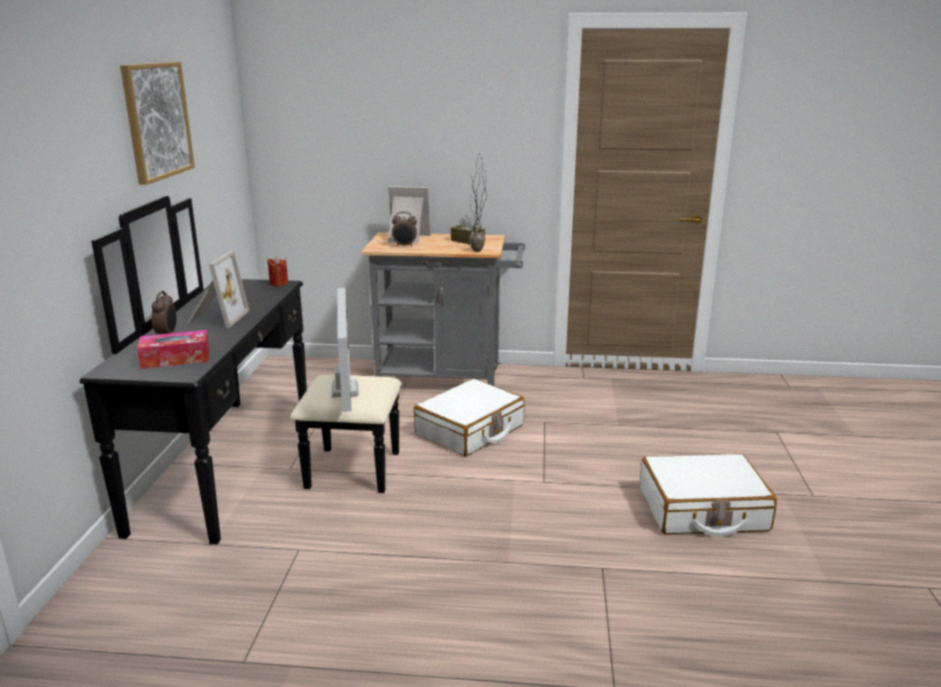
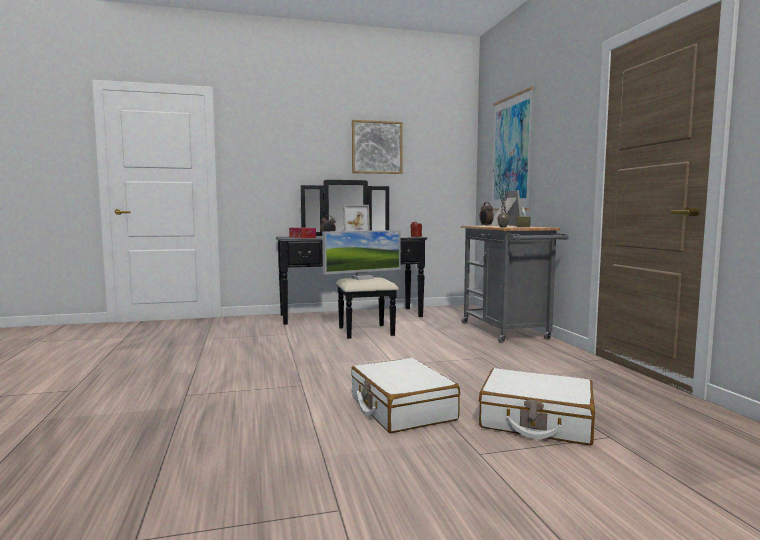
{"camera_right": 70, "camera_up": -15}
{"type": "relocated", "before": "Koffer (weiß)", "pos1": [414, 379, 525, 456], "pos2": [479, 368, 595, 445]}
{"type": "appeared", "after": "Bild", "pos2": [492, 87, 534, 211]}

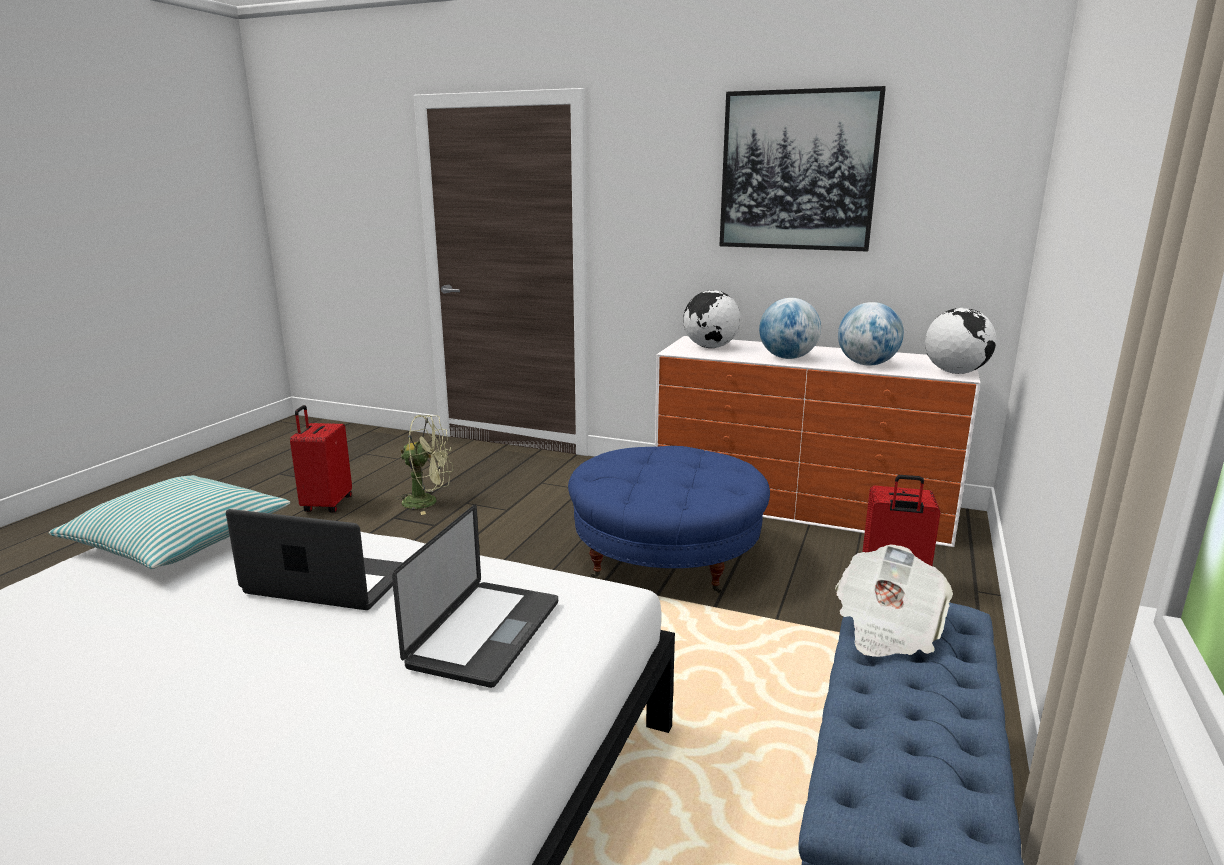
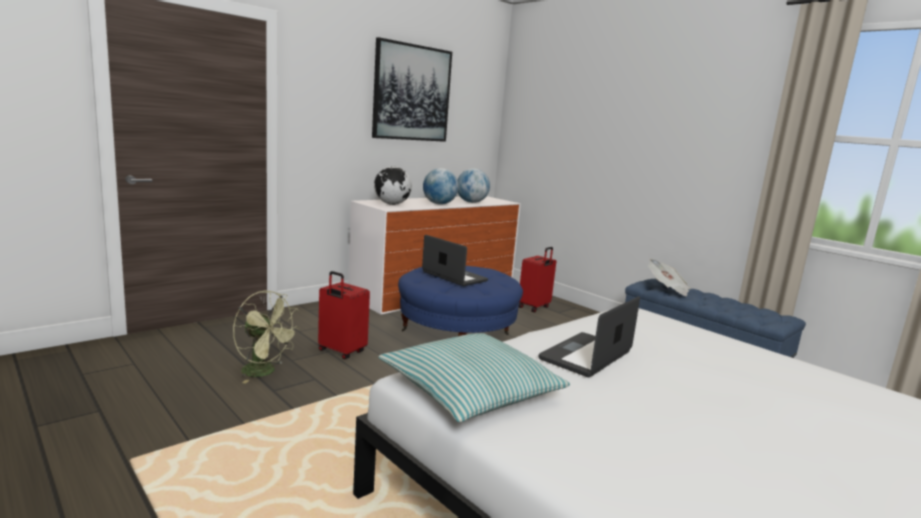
{"camera_right": -65, "camera_up": -5}
{"type": "missing", "before": "Globus", "pos1": [925, 308, 996, 374]}
{"type": "relocated", "before": "Koffer (rot)", "pos1": [290, 405, 352, 513], "pos2": [318, 271, 370, 359]}
{"type": "spun", "before": "Ventilator (grün)", "pos1": [395, 415, 453, 515], "pos2": [233, 291, 301, 383], "turn": 90}
{"type": "relocated", "before": "Laptop", "pos1": [392, 505, 558, 688], "pos2": [422, 235, 488, 286]}

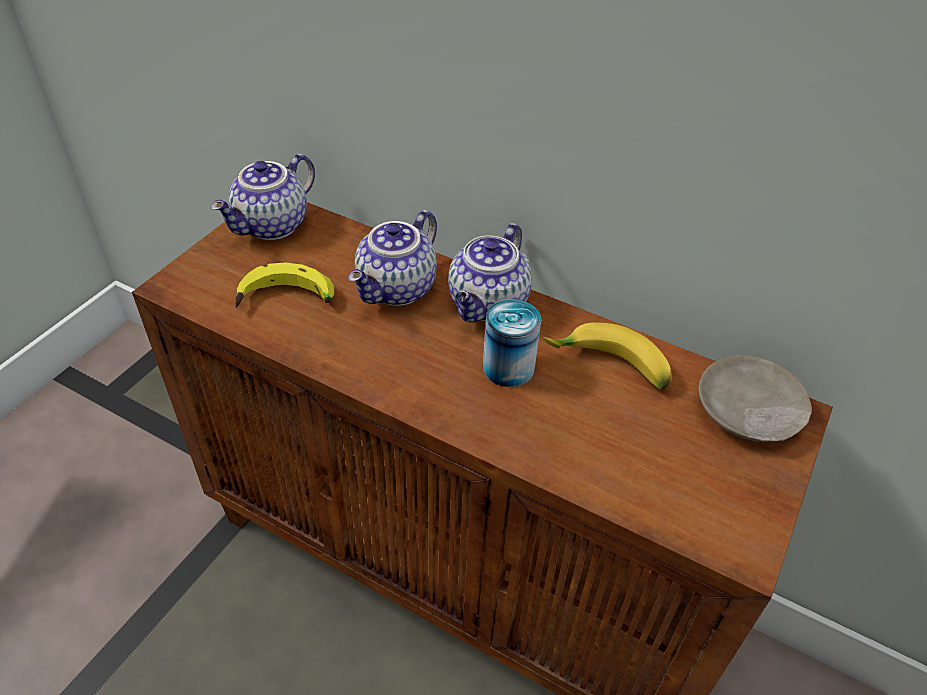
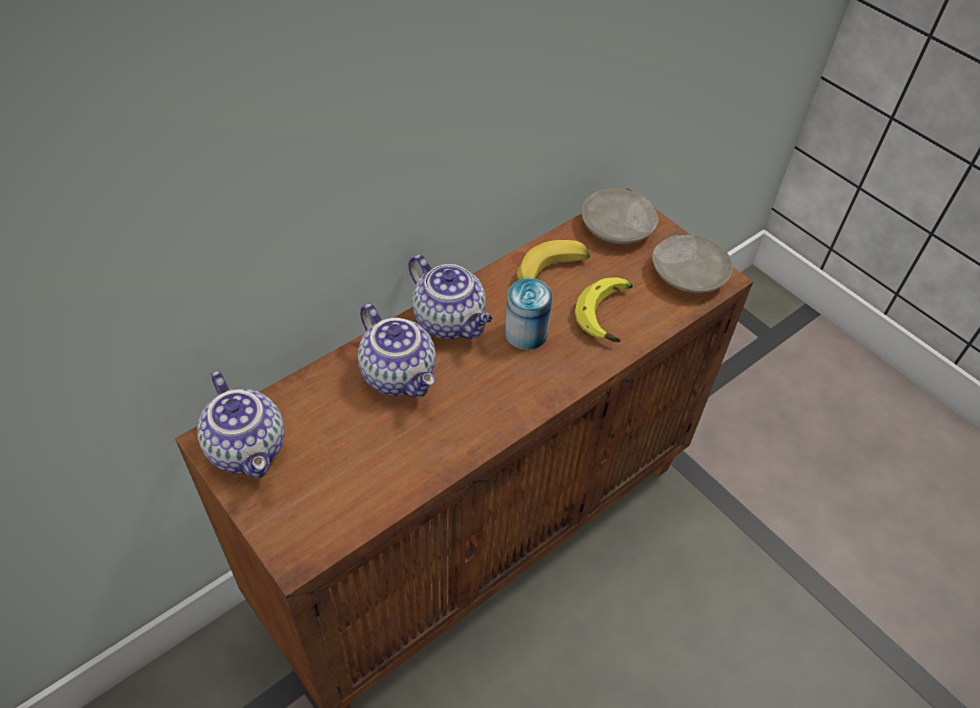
{"camera_right": -70, "camera_up": 5}
{"type": "relocated", "before": "Banane", "pos1": [235, 263, 334, 308], "pos2": [575, 277, 633, 342]}
{"type": "appeared", "after": "Teller (beige)", "pos2": [652, 235, 733, 293]}

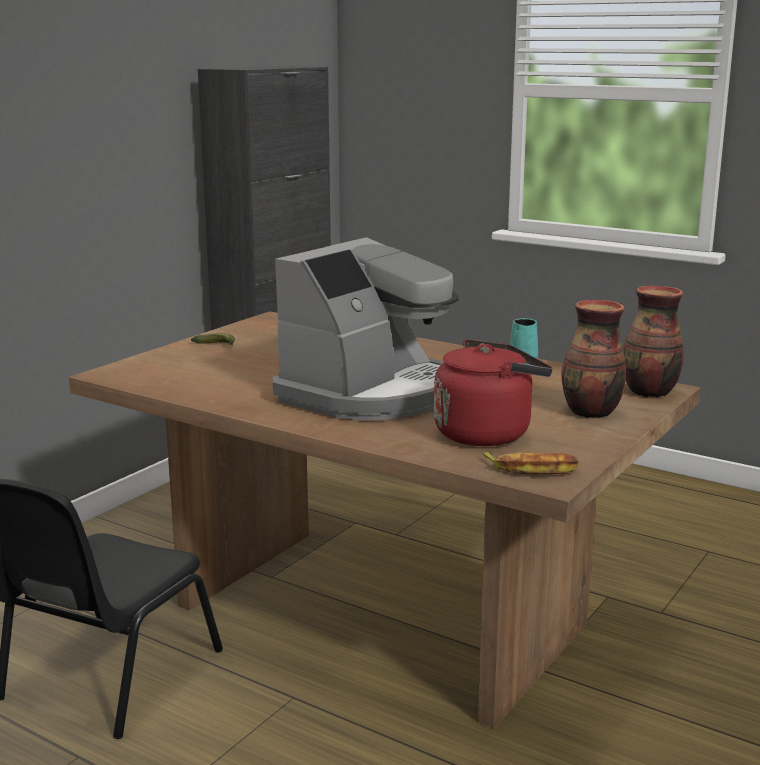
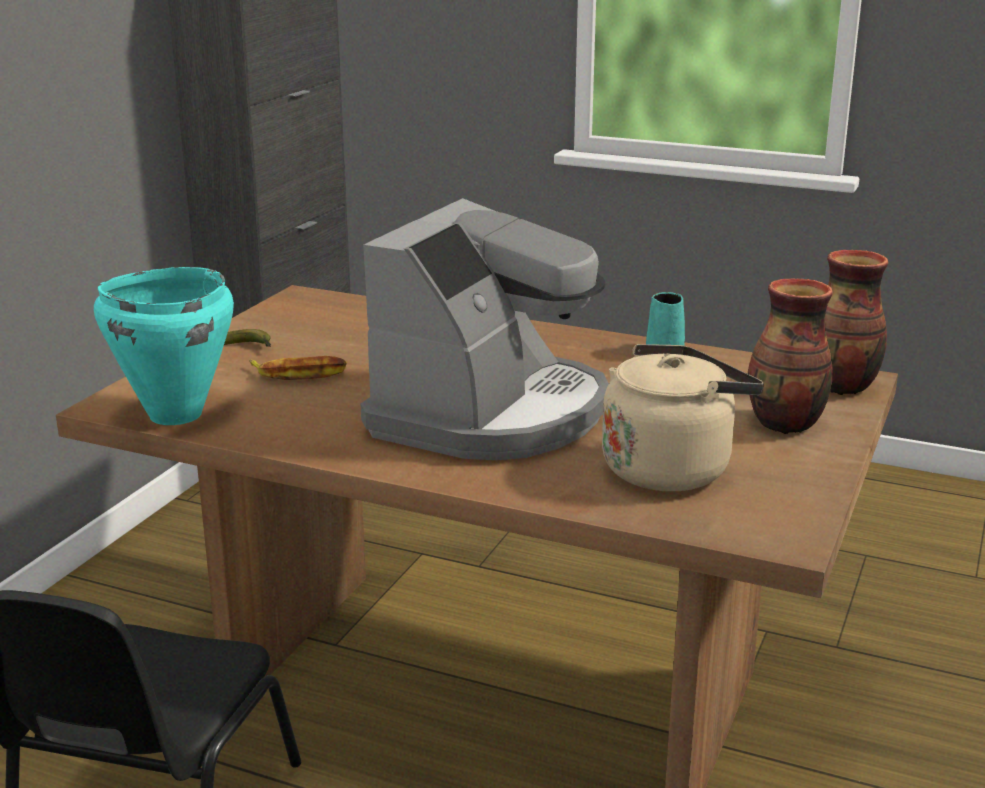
{"camera_right": -10, "camera_up": 5}
{"type": "colour", "before": "Wasserkessel (rot)", "after": "Wasserkessel (beige)", "pos1": [434, 339, 552, 446], "pos2": [602, 344, 764, 491]}
{"type": "relocated", "before": "Banane", "pos1": [482, 451, 579, 475], "pos2": [249, 356, 347, 380]}
{"type": "appeared", "after": "Kochtopf (türkis)", "pos2": [94, 267, 234, 425]}

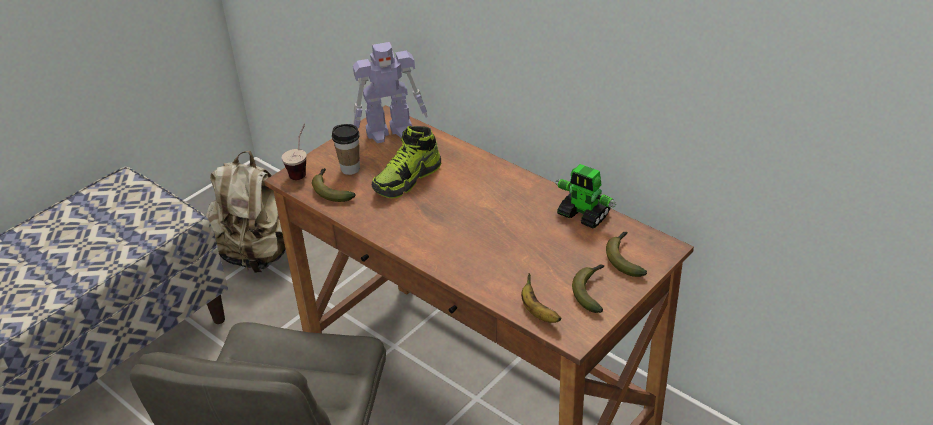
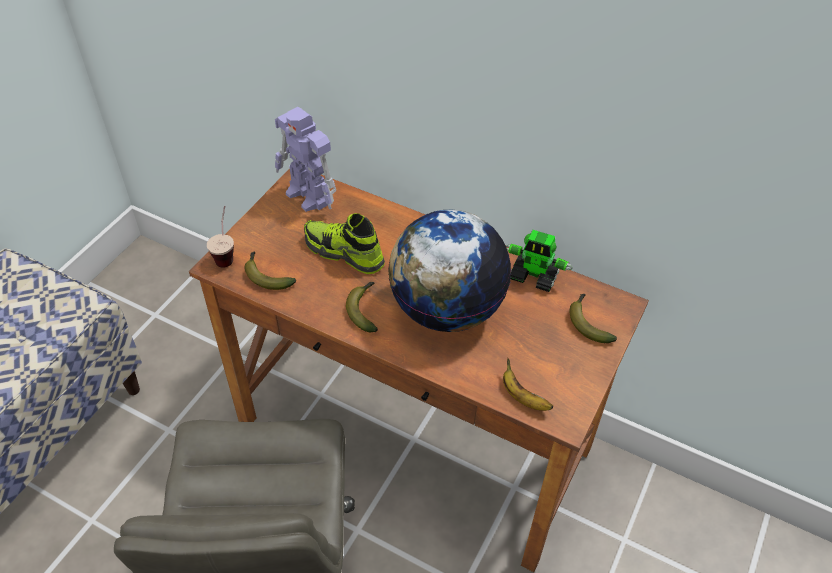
{"camera_right": -15, "camera_up": 10}
{"type": "spun", "before": "Spielzeugroboter", "pos1": [353, 42, 428, 143], "pos2": [275, 107, 336, 212], "turn": 75}
{"type": "missing", "before": "Tasse", "pos1": [332, 124, 360, 175]}
{"type": "spun", "before": "Schuh", "pos1": [372, 126, 441, 199], "pos2": [304, 213, 385, 274], "turn": 90}
{"type": "missing", "before": "Rucksack (beige)", "pos1": [206, 151, 286, 273]}
{"type": "relocated", "before": "Banane", "pos1": [572, 264, 604, 313], "pos2": [346, 282, 378, 333]}
{"type": "appeared", "after": "Globus", "pos2": [388, 210, 511, 332]}

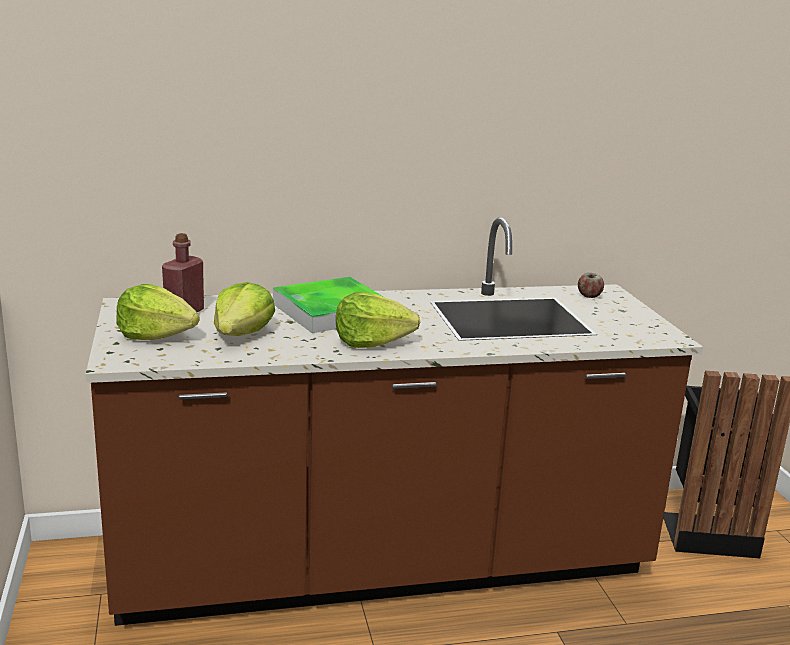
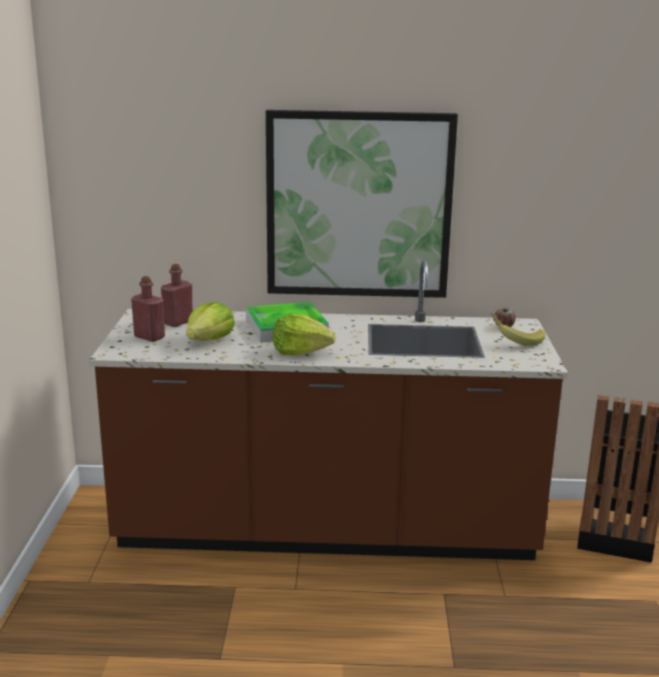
{"camera_right": 15, "camera_up": 0}
{"type": "exchanged", "before": "Salatkopf", "after": "Flasche (rot)", "pos1": [116, 284, 199, 340], "pos2": [131, 276, 165, 342]}
{"type": "appeared", "after": "Bild", "pos2": [266, 110, 458, 298]}
{"type": "appeared", "after": "Banane", "pos2": [491, 313, 546, 346]}

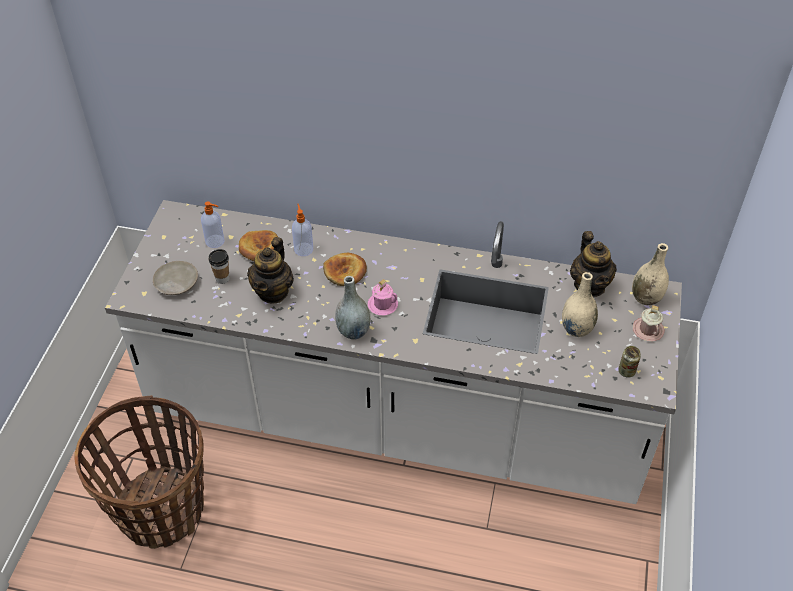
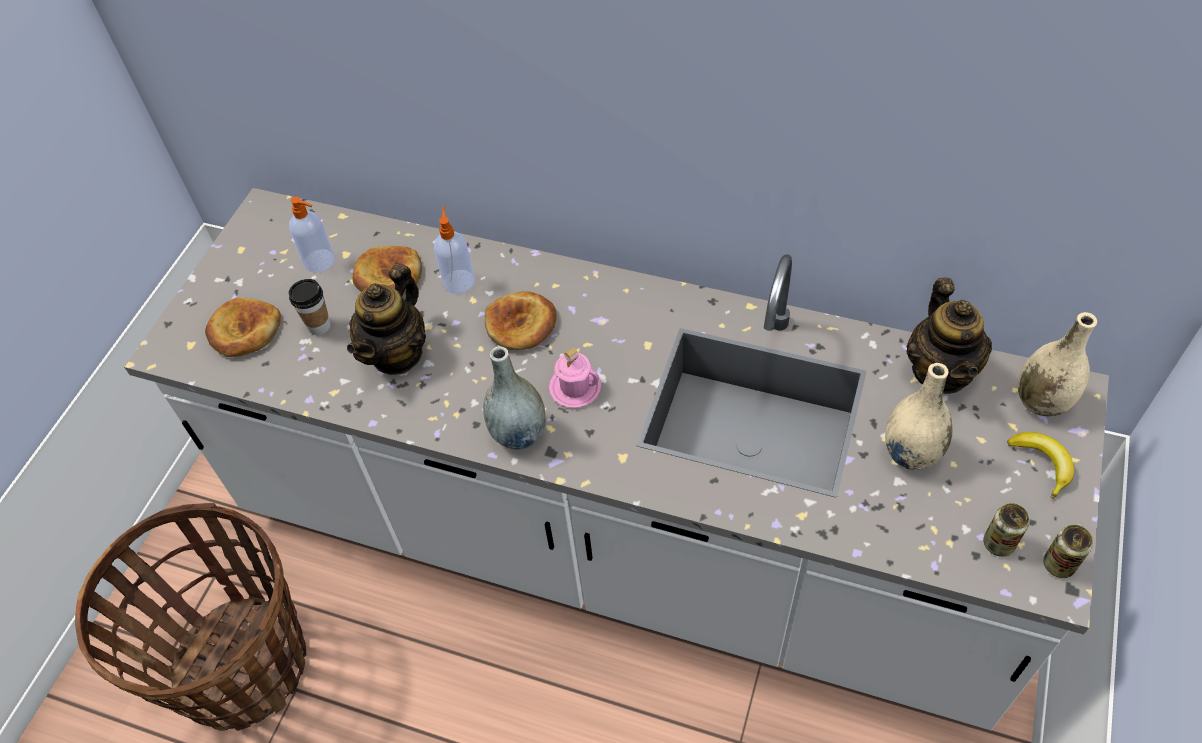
{"camera_right": 10, "camera_up": 5}
{"type": "exchanged", "before": "Teller (beige)", "after": "Brot", "pos1": [153, 261, 198, 295], "pos2": [205, 297, 281, 357]}
{"type": "exchanged", "before": "Henkelbecher (rosa)", "after": "Banane", "pos1": [633, 305, 664, 341], "pos2": [1007, 432, 1074, 499]}
{"type": "appeared", "after": "Dose", "pos2": [1043, 525, 1093, 578]}

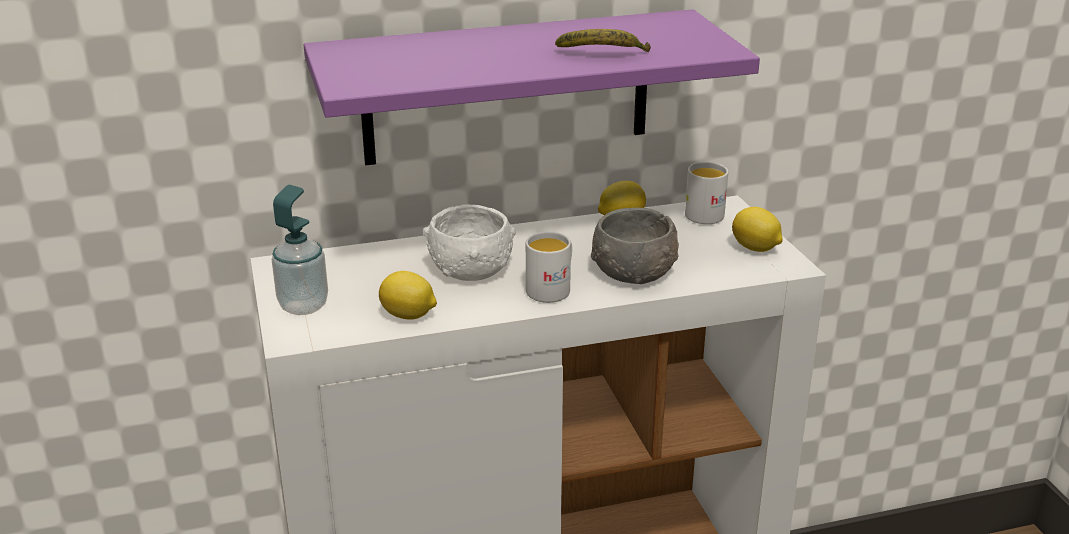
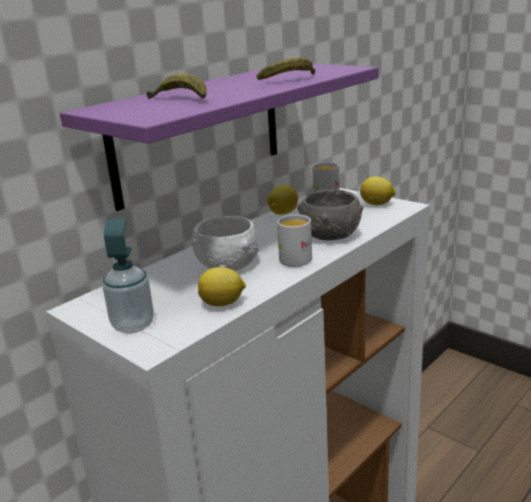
{"camera_right": -30, "camera_up": -5}
{"type": "appeared", "after": "Banane", "pos2": [147, 74, 207, 99]}

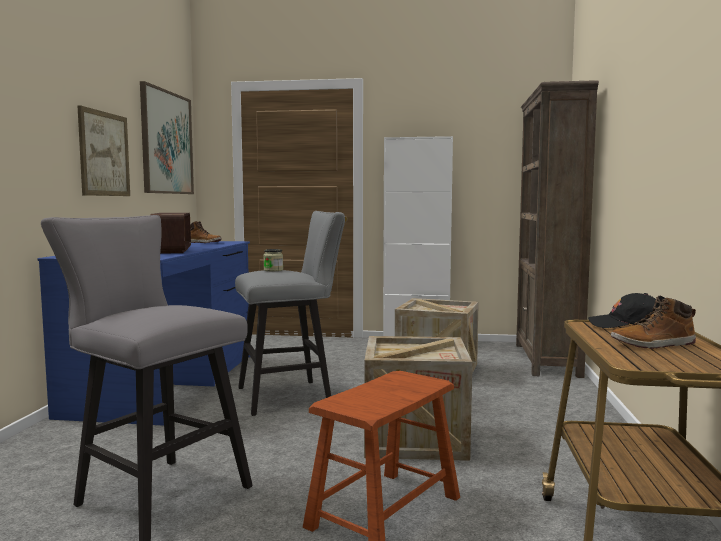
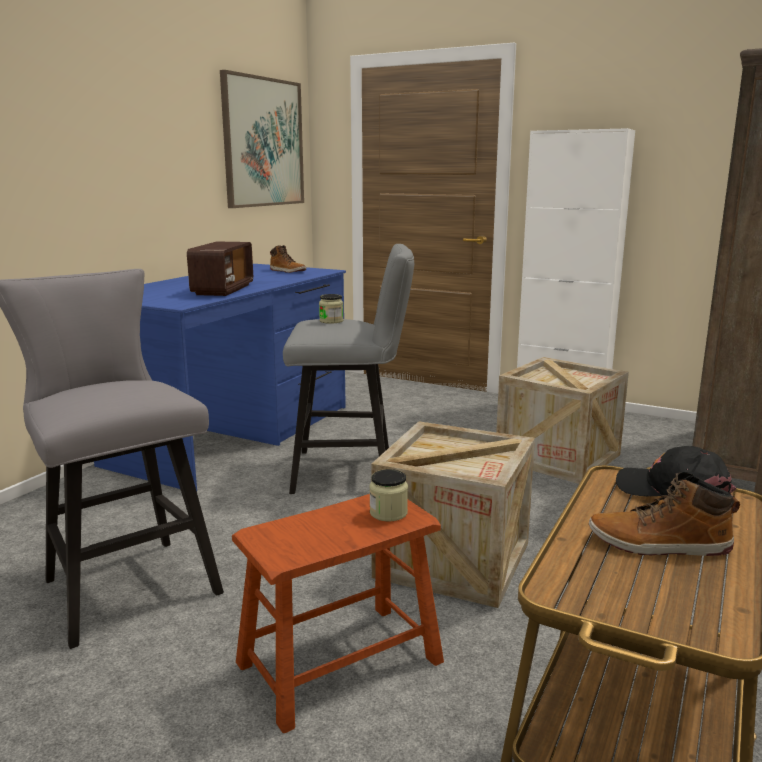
{"camera_right": 20, "camera_up": 10}
{"type": "missing", "before": "Bild", "pos1": [78, 105, 130, 196]}
{"type": "appeared", "after": "Vorratsglas", "pos2": [370, 469, 408, 521]}

